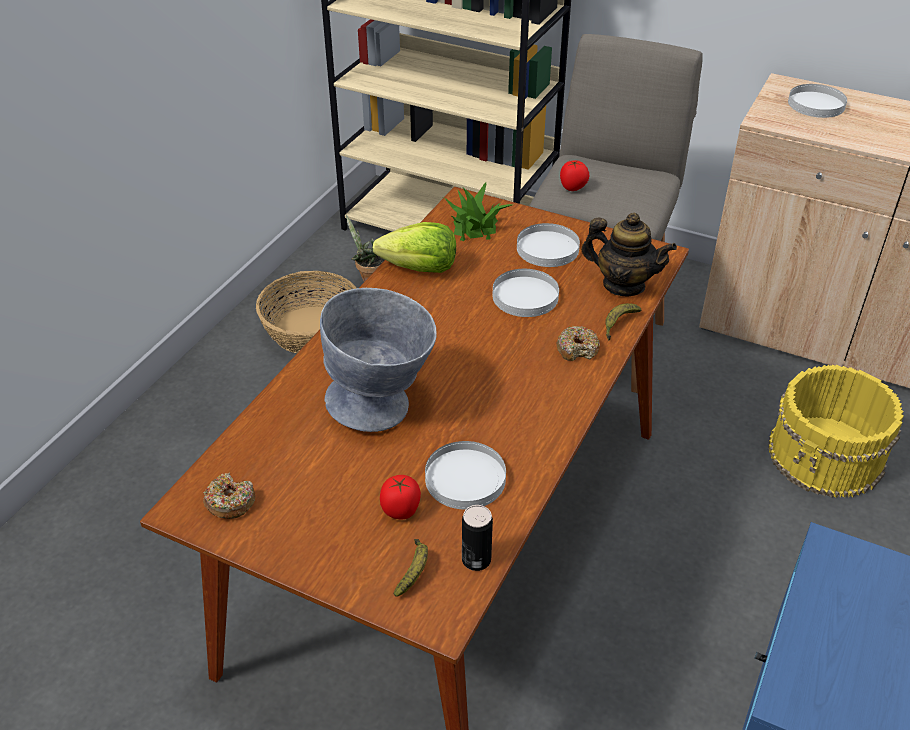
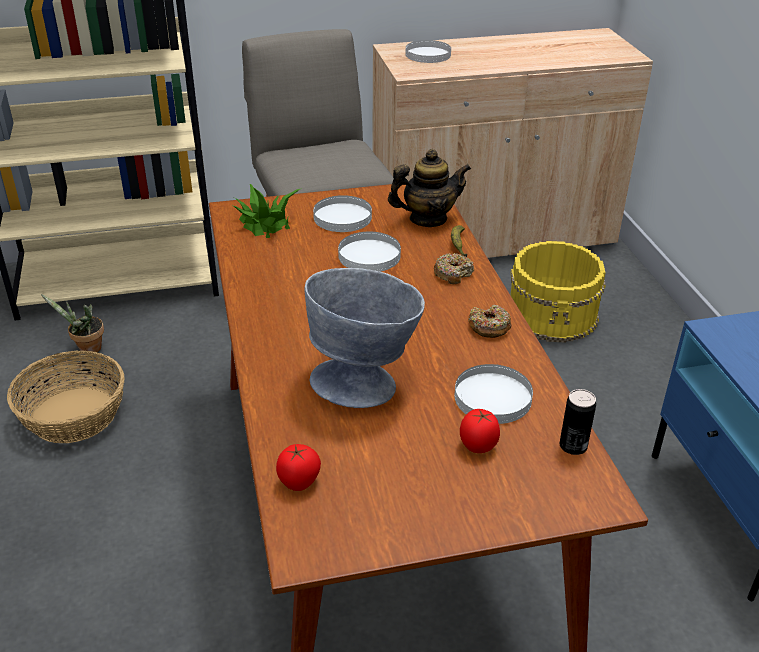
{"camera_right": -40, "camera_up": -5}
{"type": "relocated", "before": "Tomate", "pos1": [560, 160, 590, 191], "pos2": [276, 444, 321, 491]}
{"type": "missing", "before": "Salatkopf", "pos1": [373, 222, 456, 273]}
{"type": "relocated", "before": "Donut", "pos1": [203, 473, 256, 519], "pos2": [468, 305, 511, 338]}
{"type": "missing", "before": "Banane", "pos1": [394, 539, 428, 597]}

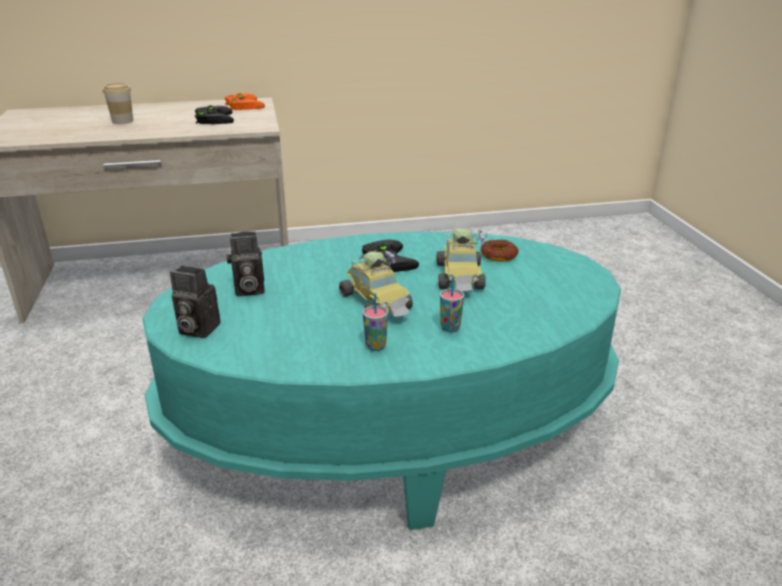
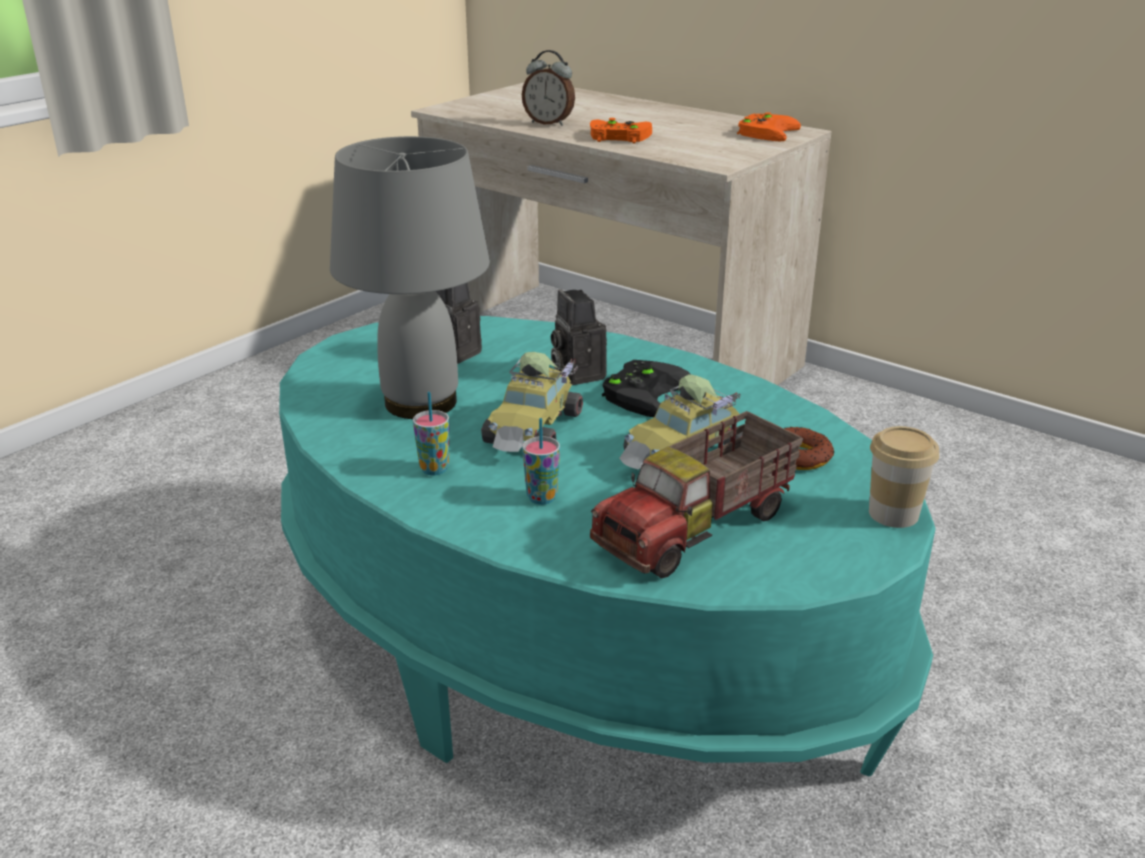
{"camera_right": 50, "camera_up": 0}
{"type": "relocated", "before": "Tasse", "pos1": [102, 83, 133, 124], "pos2": [869, 426, 939, 528]}
{"type": "missing", "before": "Gamepad (schwarz)", "pos1": [195, 105, 234, 124]}
{"type": "relocated", "before": "Kamera", "pos1": [170, 266, 221, 338], "pos2": [551, 289, 607, 385]}
{"type": "appeared", "after": "Wecker", "pos2": [522, 50, 575, 126]}
{"type": "appeared", "after": "Gamepad (orange)", "pos2": [590, 118, 652, 144]}
{"type": "appeared", "after": "Tischlampe (grau)", "pos2": [330, 136, 490, 419]}
{"type": "appeared", "after": "Spielzeuglaster", "pos2": [590, 411, 803, 579]}

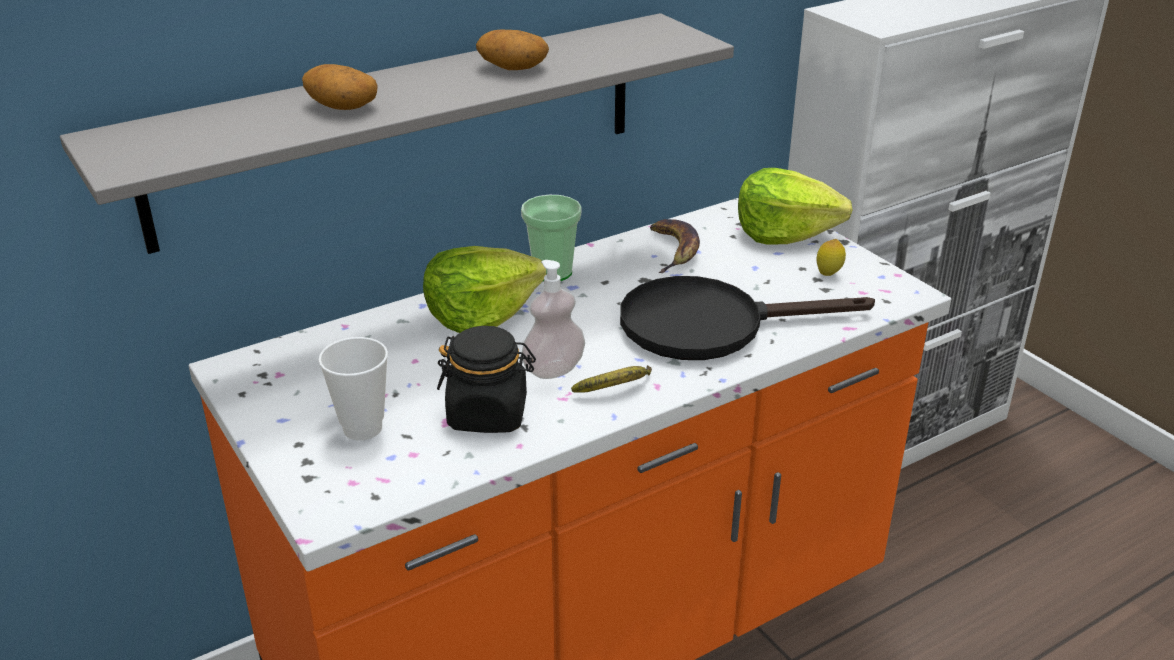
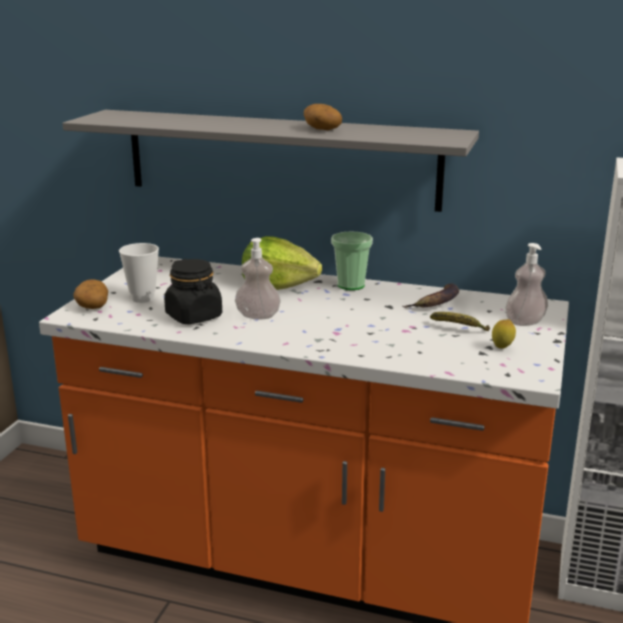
{"camera_right": 50, "camera_up": -10}
{"type": "relocated", "before": "Kartoffel", "pos1": [302, 64, 378, 110], "pos2": [74, 279, 108, 309]}
{"type": "exchanged", "before": "Salatkopf", "after": "Seifenspender", "pos1": [738, 168, 853, 245], "pos2": [505, 243, 548, 326]}
{"type": "missing", "before": "Pfanne (schwarz)", "pos1": [620, 276, 875, 360]}
{"type": "relocated", "before": "Banane", "pos1": [571, 365, 652, 393], "pos2": [430, 312, 490, 331]}

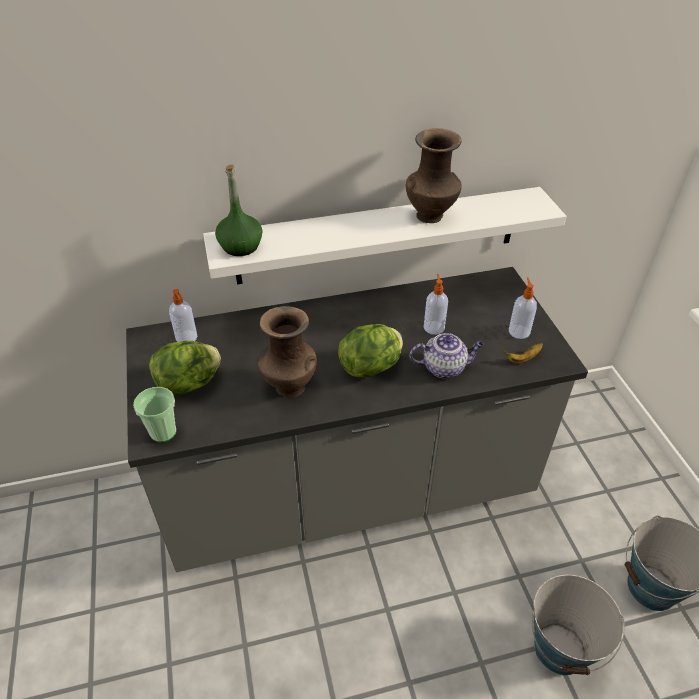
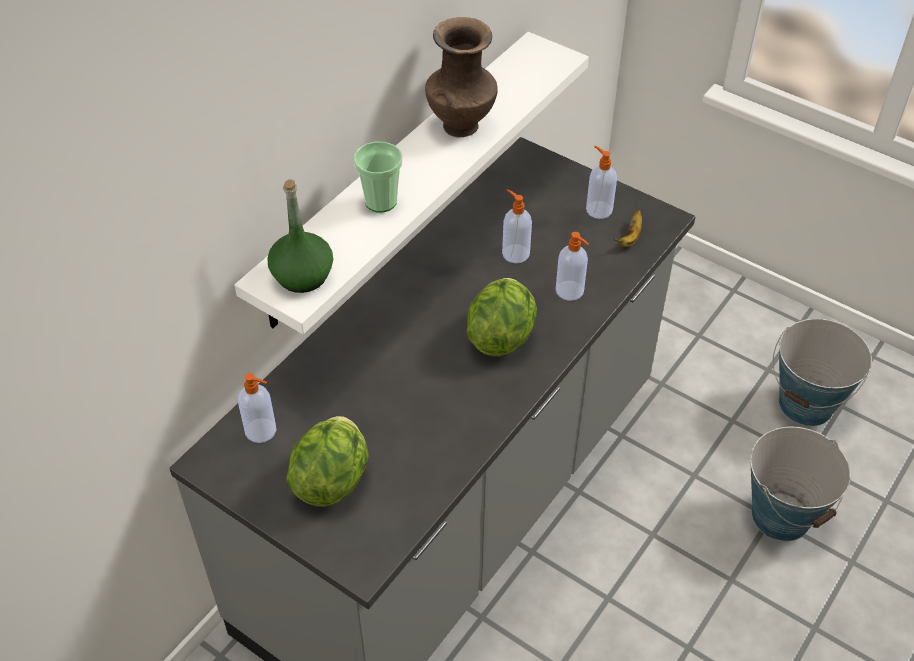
{"camera_right": -40, "camera_up": 5}
{"type": "missing", "before": "Vase (braun)", "pos1": [257, 306, 317, 398]}
{"type": "exchanged", "before": "Teekanne", "after": "Seifenspender", "pos1": [410, 333, 484, 378], "pos2": [556, 232, 589, 301]}
{"type": "relocated", "before": "Tasse", "pos1": [133, 387, 176, 442], "pos2": [354, 142, 403, 212]}

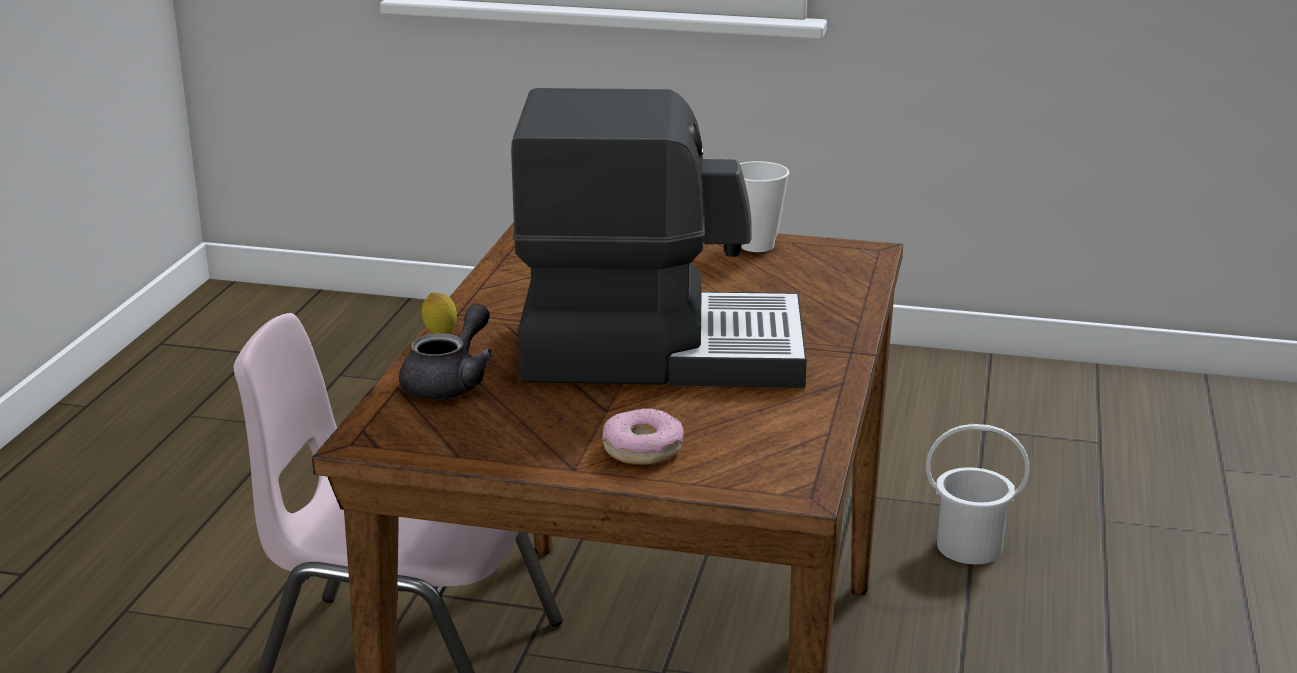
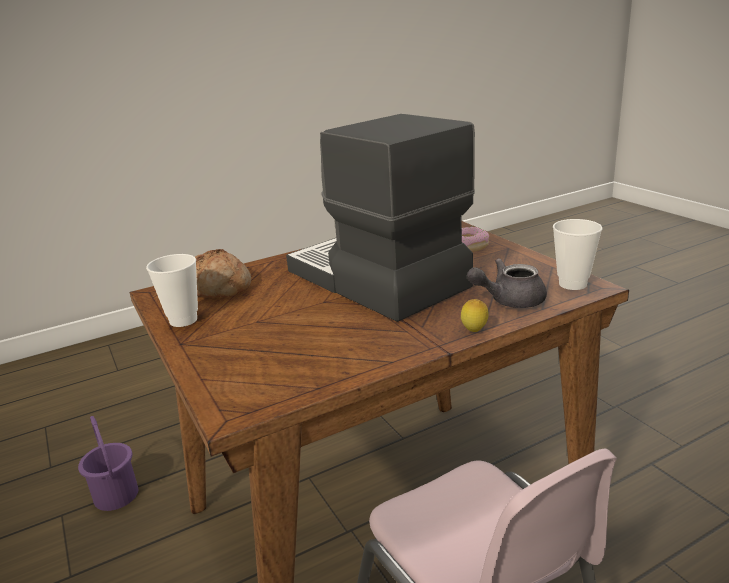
{"camera_right": -130, "camera_up": 0}
{"type": "colour", "before": "Eimer (weiß)", "after": "Eimer (lila)", "pos1": [926, 424, 1030, 564], "pos2": [78, 416, 138, 511]}
{"type": "appeared", "after": "Tasse", "pos2": [553, 219, 603, 290]}
{"type": "appeared", "after": "Brot", "pos2": [195, 249, 251, 298]}

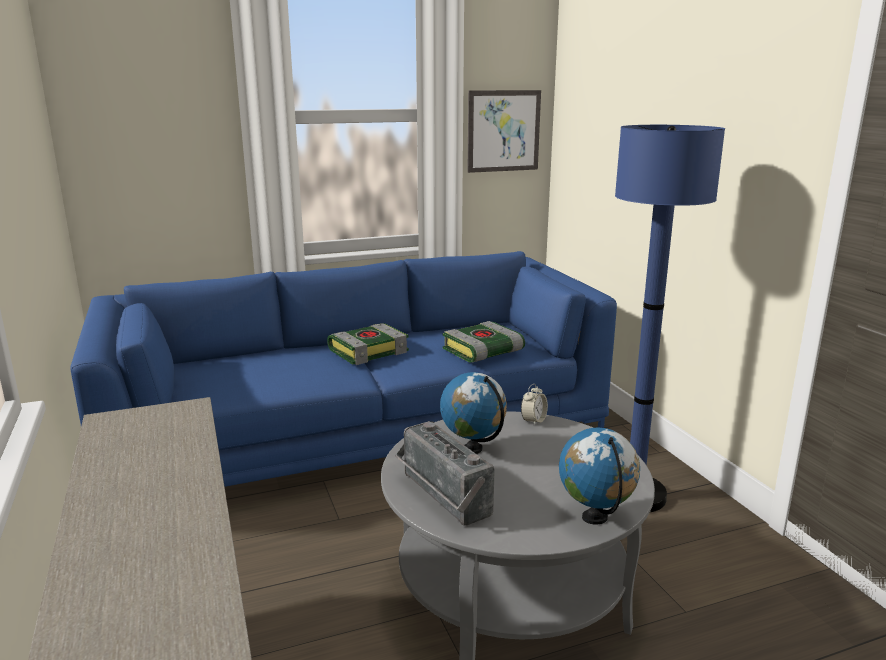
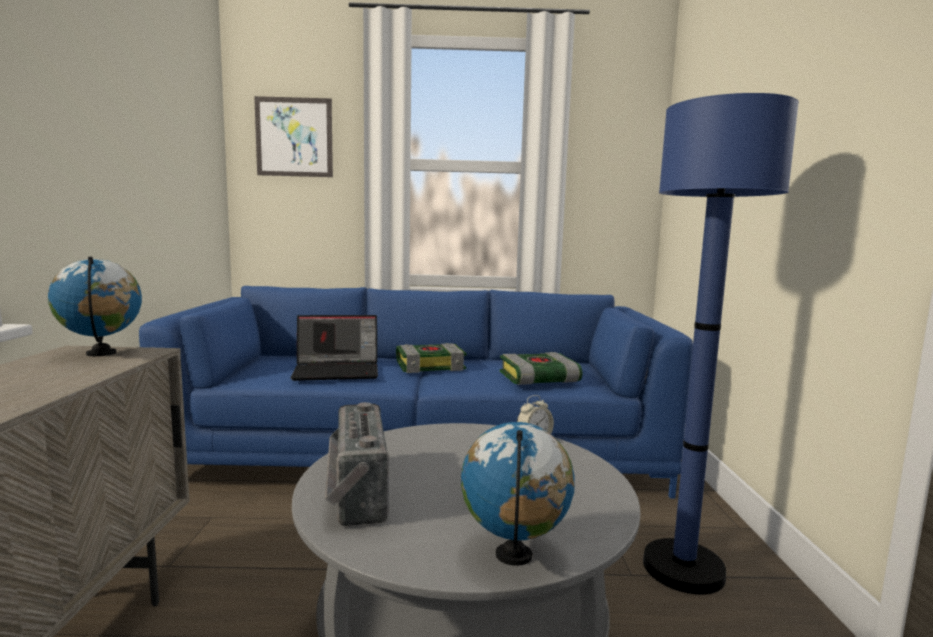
{"camera_right": 20, "camera_up": -10}
{"type": "relocated", "before": "Bild", "pos1": [467, 90, 541, 173], "pos2": [254, 96, 333, 177]}
{"type": "relocated", "before": "Globus", "pos1": [440, 372, 507, 454], "pos2": [48, 257, 142, 356]}
{"type": "appeared", "after": "Laptop", "pos2": [291, 315, 378, 381]}

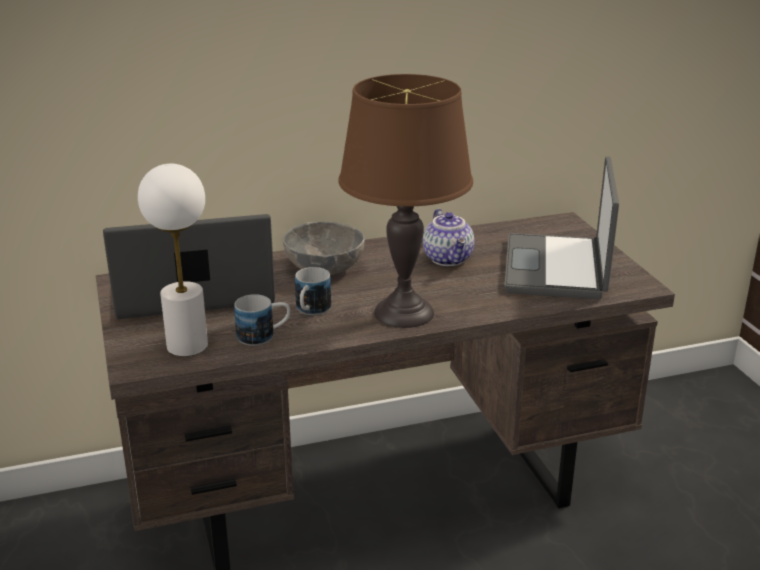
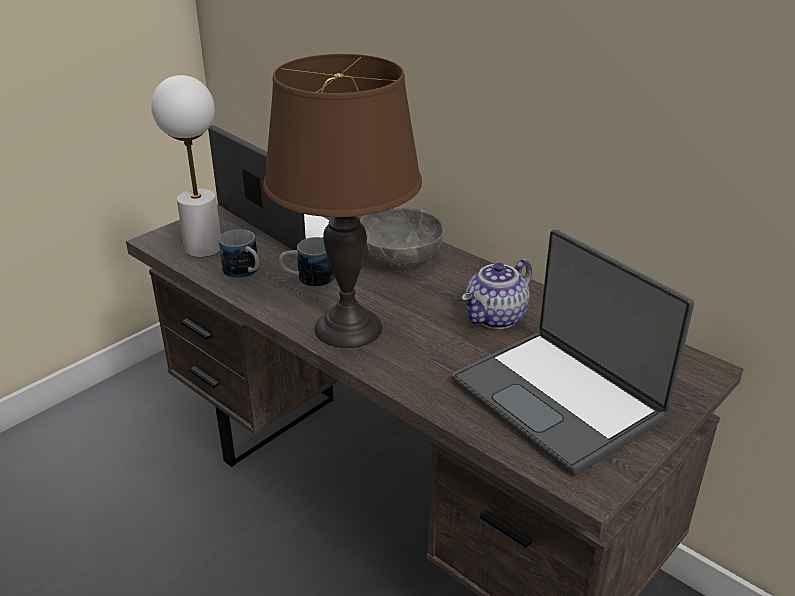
{"camera_right": 60, "camera_up": 5}
{"type": "spun", "before": "Laptop", "pos1": [504, 156, 619, 299], "pos2": [451, 229, 694, 475], "turn": -105}

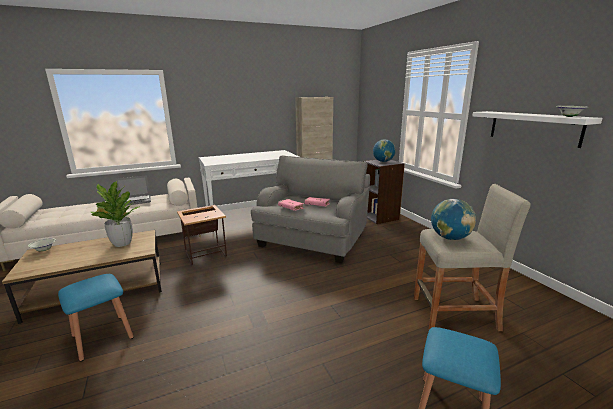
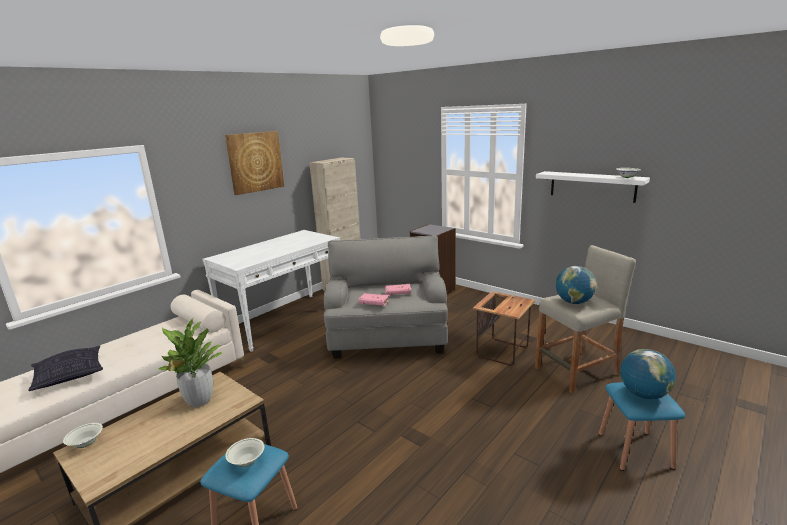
{"camera_right": -25, "camera_up": 0}
{"type": "relocated", "before": "Globus", "pos1": [373, 139, 396, 162], "pos2": [620, 349, 676, 399]}
{"type": "missing", "before": "Laptop", "pos1": [115, 175, 151, 206]}
{"type": "relocated", "before": "Beistelltisch", "pos1": [177, 205, 227, 265], "pos2": [473, 291, 535, 366]}
{"type": "appeared", "after": "Bild", "pos2": [225, 131, 284, 195]}
{"type": "appeared", "after": "Kissen", "pos2": [28, 346, 103, 391]}
{"type": "appeared", "after": "Schüssel (weiß)", "pos2": [225, 438, 264, 467]}

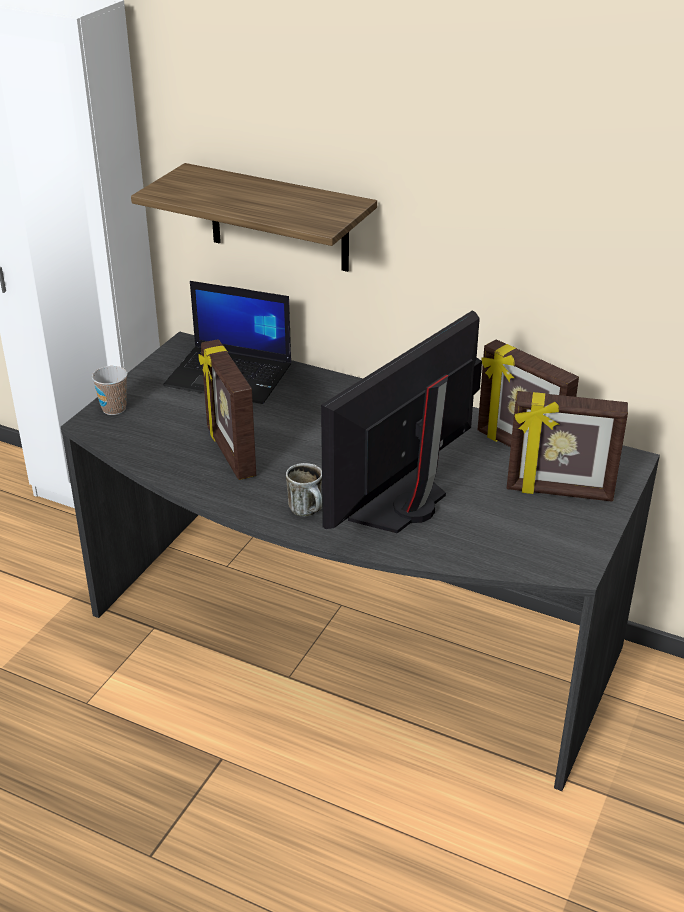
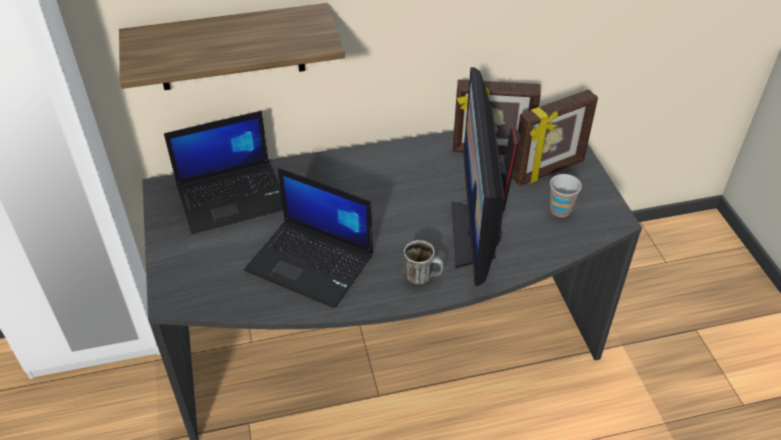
{"camera_right": -40, "camera_up": 10}
{"type": "exchanged", "before": "Bilderrahmen", "after": "Laptop", "pos1": [198, 339, 256, 480], "pos2": [244, 168, 373, 308]}
{"type": "relocated", "before": "Tasse", "pos1": [92, 366, 127, 415], "pos2": [550, 174, 582, 217]}

